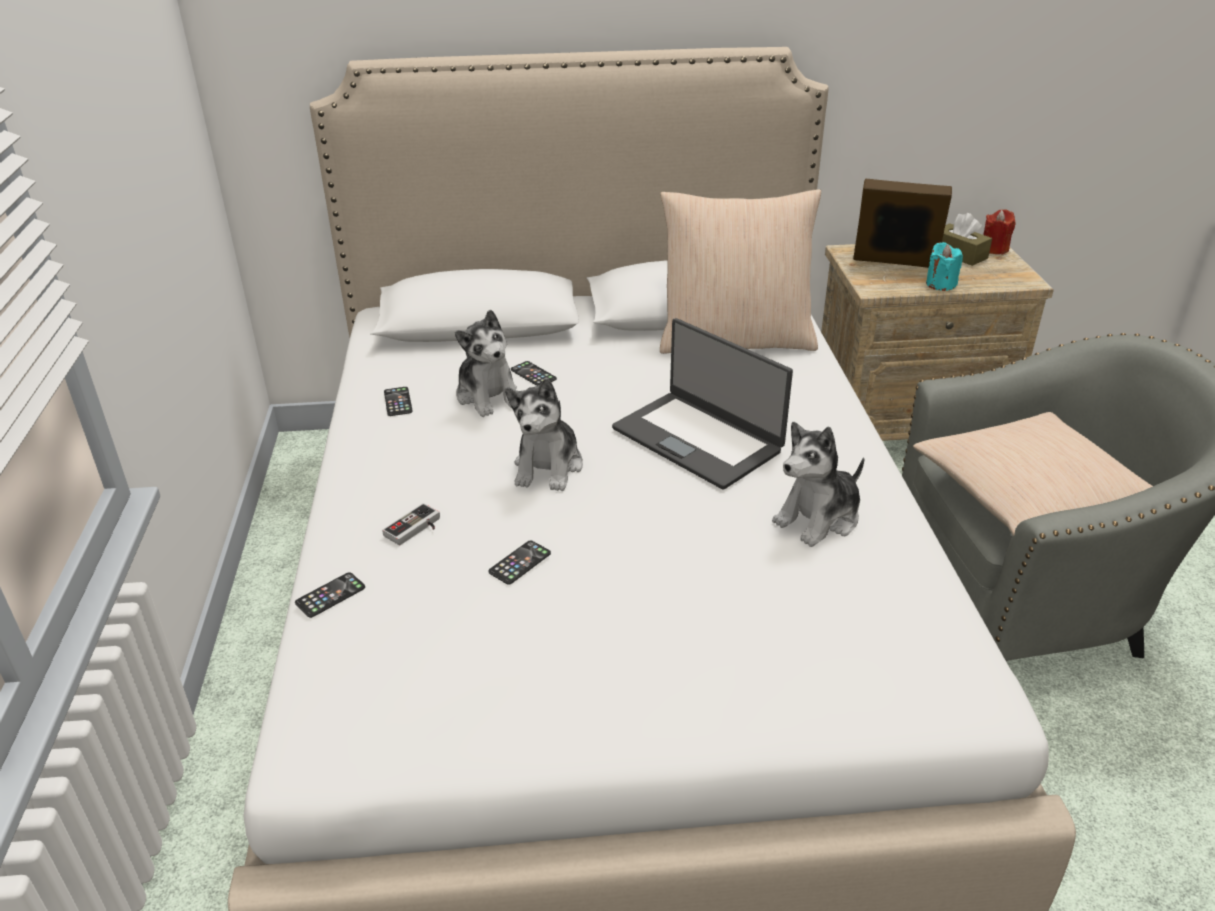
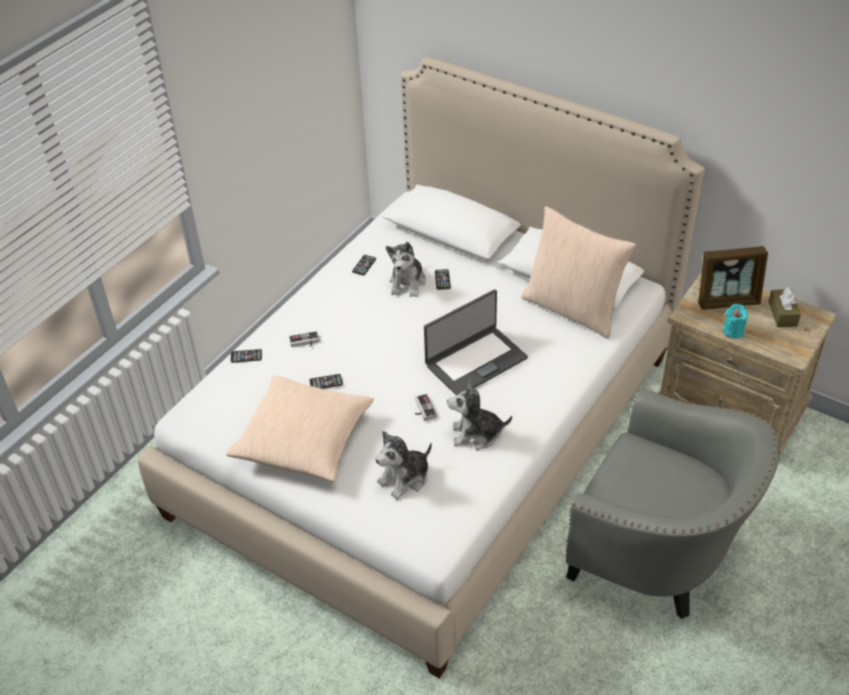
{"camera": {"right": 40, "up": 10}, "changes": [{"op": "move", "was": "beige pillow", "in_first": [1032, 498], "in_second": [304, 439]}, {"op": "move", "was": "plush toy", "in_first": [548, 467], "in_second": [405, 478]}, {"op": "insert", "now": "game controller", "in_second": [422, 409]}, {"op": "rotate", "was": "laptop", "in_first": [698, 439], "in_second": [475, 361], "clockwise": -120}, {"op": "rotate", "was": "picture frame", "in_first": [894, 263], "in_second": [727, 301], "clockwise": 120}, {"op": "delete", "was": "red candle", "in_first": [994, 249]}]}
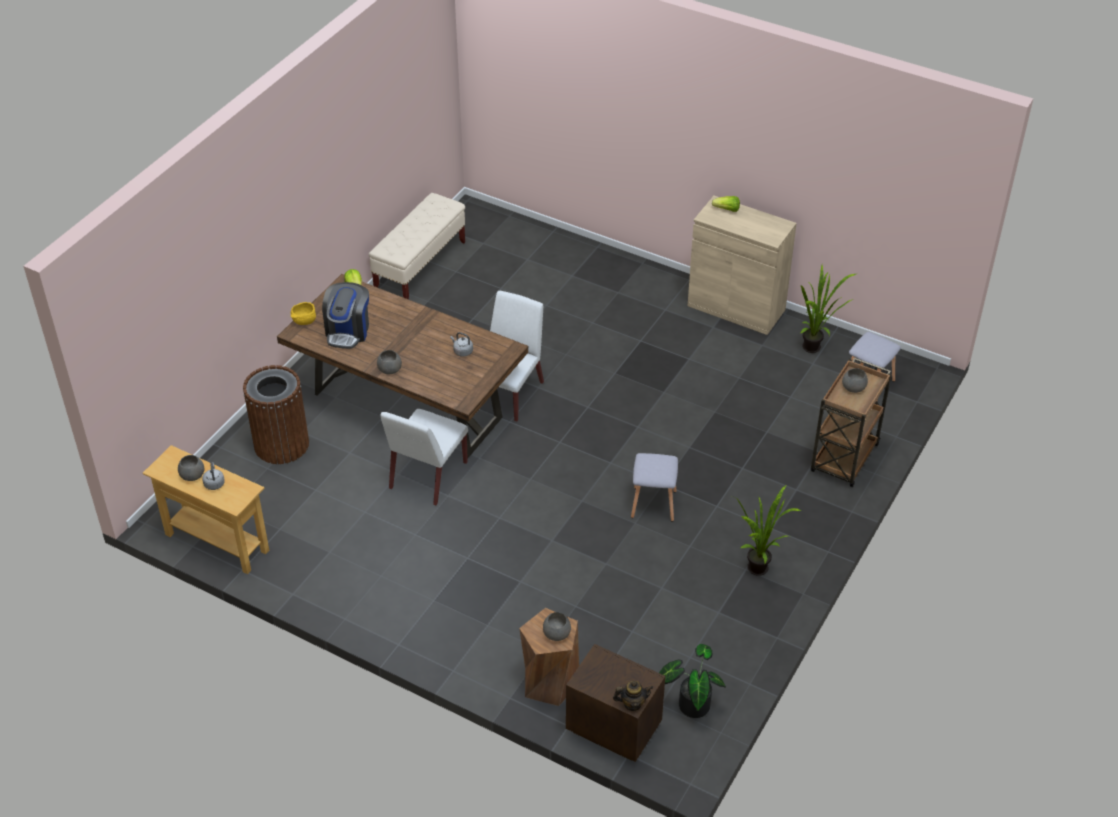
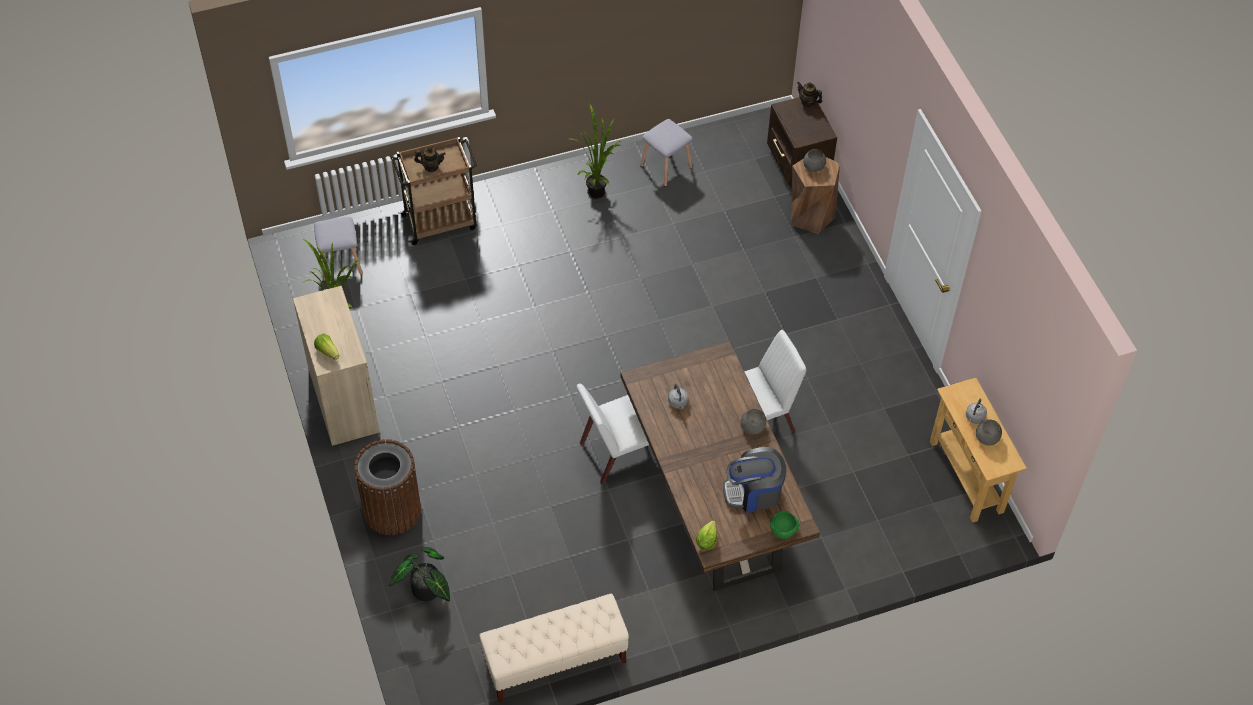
{"camera": {"right": -140, "up": 10}, "changes": [{"op": "move", "was": "brown trash can", "in_first": [281, 444], "in_second": [392, 510]}, {"op": "move", "was": "potted plant", "in_first": [691, 703], "in_second": [426, 592]}, {"op": "replace", "was": "grey bowl", "now": "teapot", "in_first": [854, 387], "in_second": [431, 166]}, {"op": "move", "was": "grey stool", "in_first": [652, 504], "in_second": [667, 167]}, {"op": "rotate", "was": "coffee machine", "in_first": [348, 331], "in_second": [754, 492], "clockwise": -150}, {"op": "recolor", "was": "yellow bowl", "now": "green bowl", "in_first": [304, 322], "in_second": [783, 531]}]}
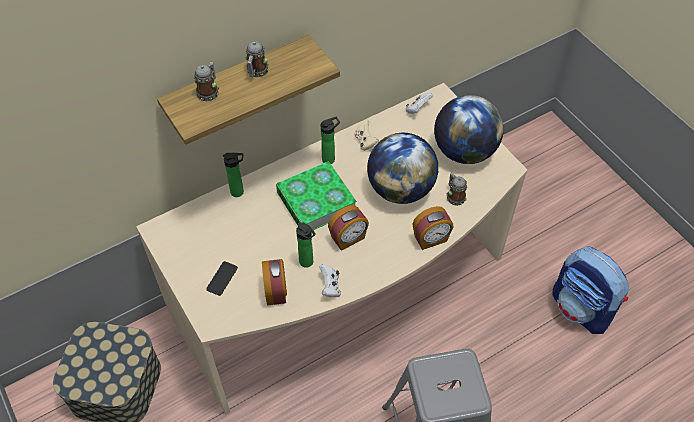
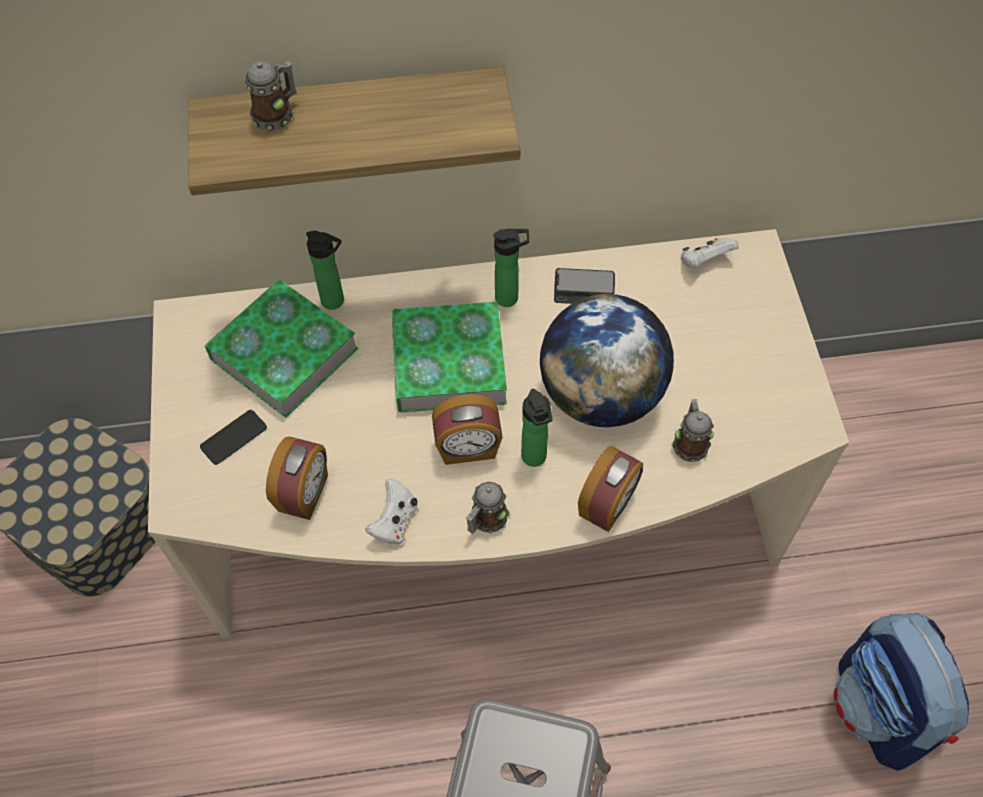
{"camera": {"right": 25, "up": 5}, "changes": [{"op": "insert", "now": "book", "in_second": [284, 354]}, {"op": "move", "was": "mug", "in_first": [256, 72], "in_second": [486, 520]}, {"op": "move", "was": "bottle", "in_first": [307, 263], "in_second": [535, 459]}, {"op": "replace", "was": "beige game controller", "now": "phone", "in_first": [365, 141], "in_second": [584, 288]}, {"op": "rotate", "was": "alarm clock", "in_first": [431, 239], "in_second": [607, 504], "clockwise": -60}, {"op": "delete", "was": "globe", "in_first": [464, 151]}]}
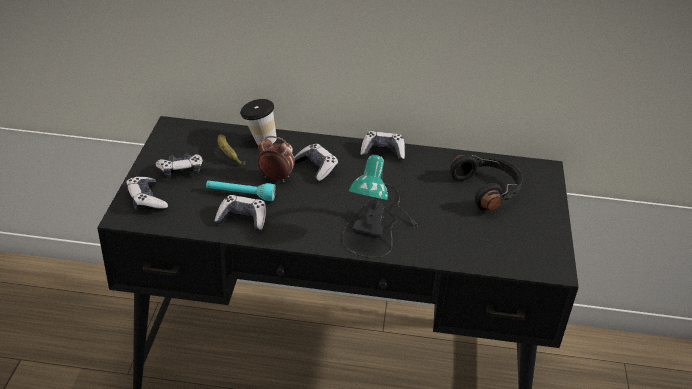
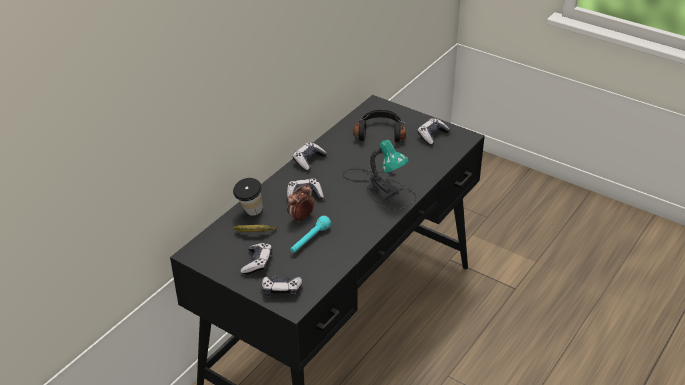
{"camera": {"right": -60, "up": 0}, "changes": [{"op": "move", "was": "game controller", "in_first": [242, 219], "in_second": [432, 135]}]}
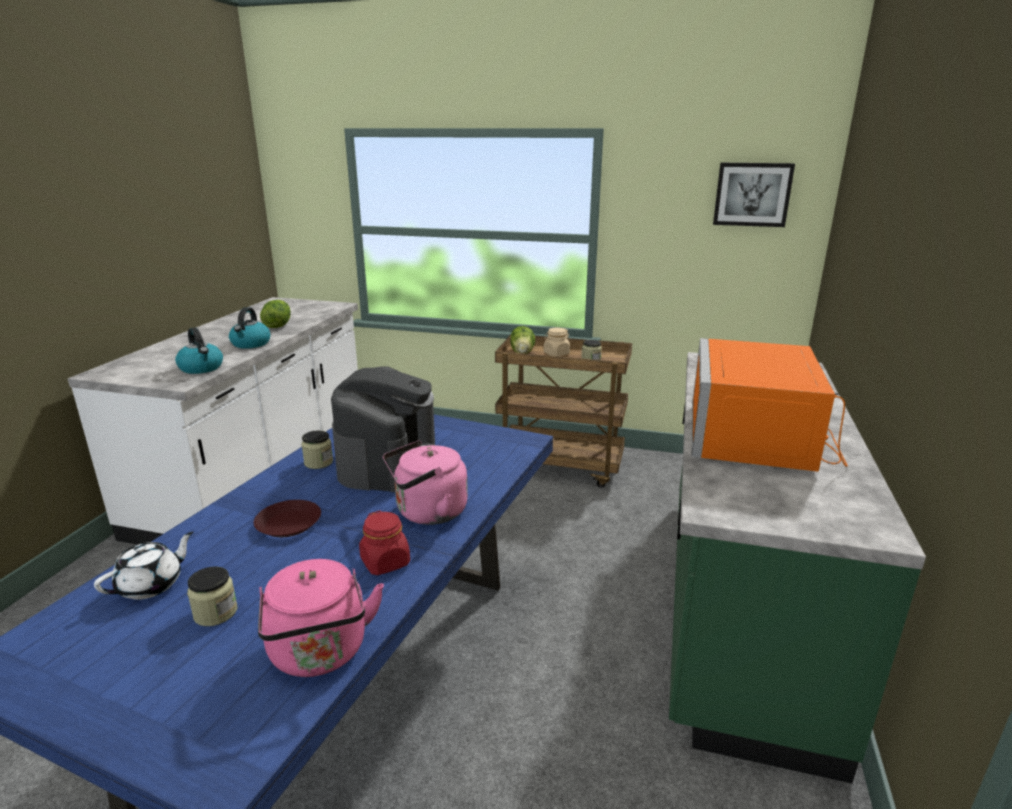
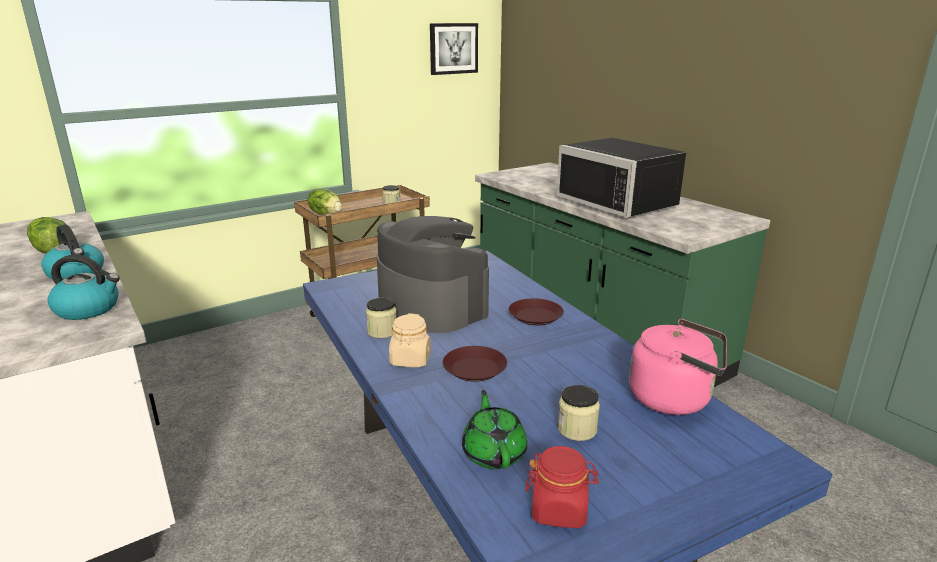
{"camera": {"right": -50, "up": 0}, "changes": [{"op": "move", "was": "beige jar", "in_first": [556, 354], "in_second": [410, 360]}, {"op": "recolor", "was": "white teapot", "now": "green teapot", "in_first": [152, 585], "in_second": [494, 453]}, {"op": "replace", "was": "pink kettle", "now": "brown plate", "in_first": [427, 513], "in_second": [535, 316]}, {"op": "move", "was": "red jar", "in_first": [385, 562], "in_second": [559, 510]}, {"op": "recolor", "was": "orange microwave", "now": "black microwave", "in_first": [760, 439], "in_second": [622, 202]}]}
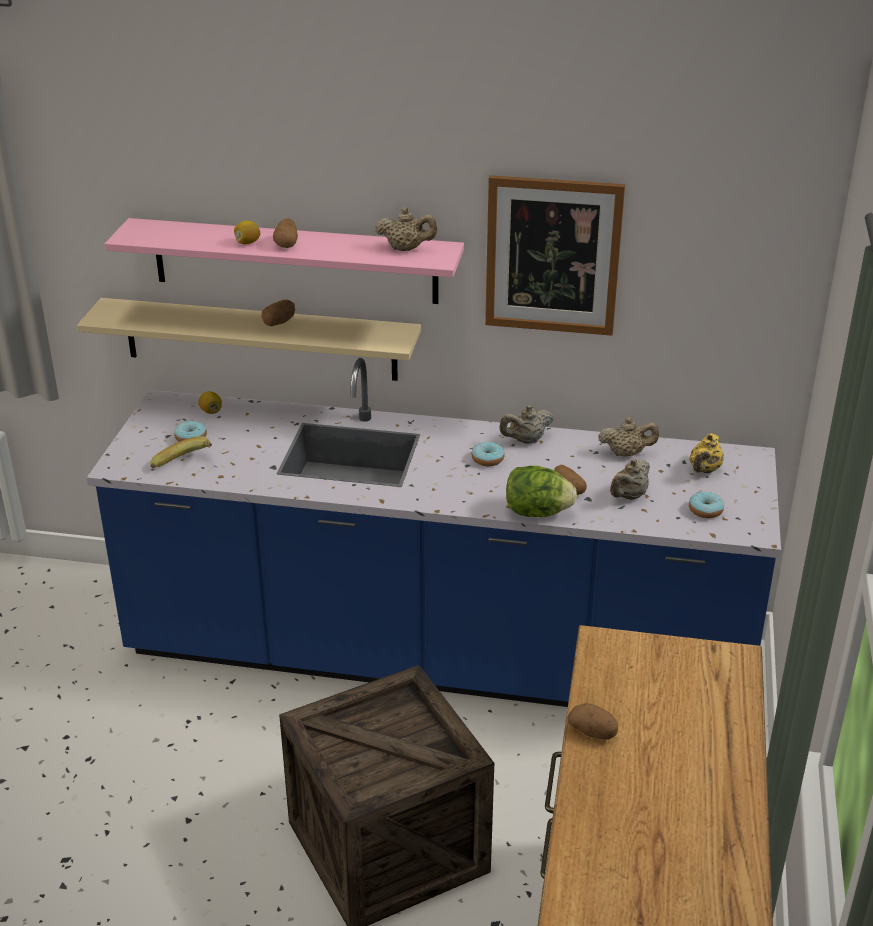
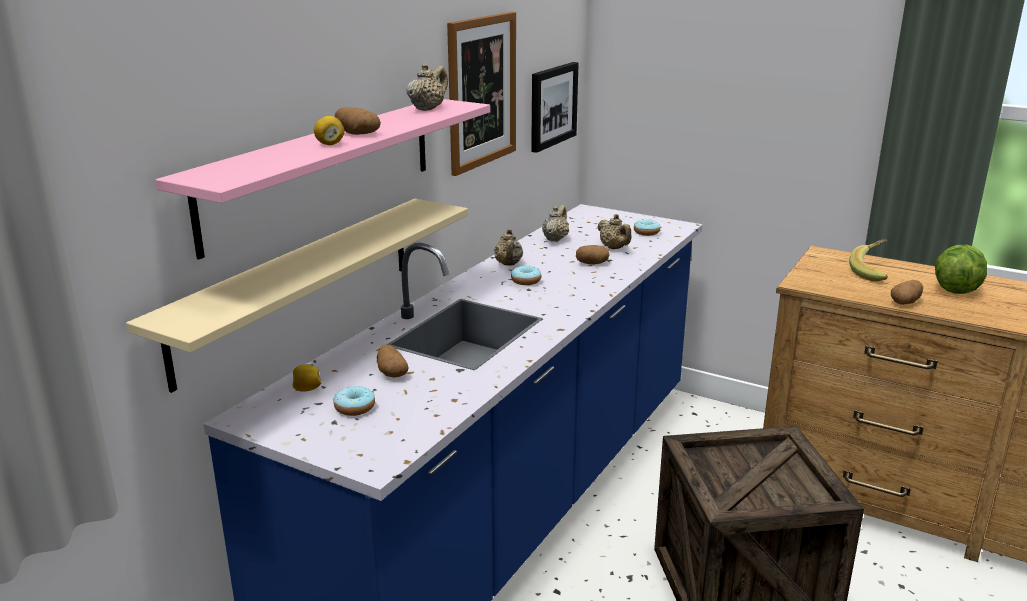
{"camera": {"right": -70, "up": -10}, "changes": [{"op": "move", "was": "potato", "in_first": [279, 323], "in_second": [391, 373]}, {"op": "insert", "now": "picture", "in_second": [552, 105]}, {"op": "move", "was": "banana", "in_first": [186, 466], "in_second": [874, 272]}, {"op": "move", "was": "lettuce", "in_first": [537, 512], "in_second": [956, 289]}, {"op": "delete", "was": "yellow teapot", "in_first": [704, 470]}]}
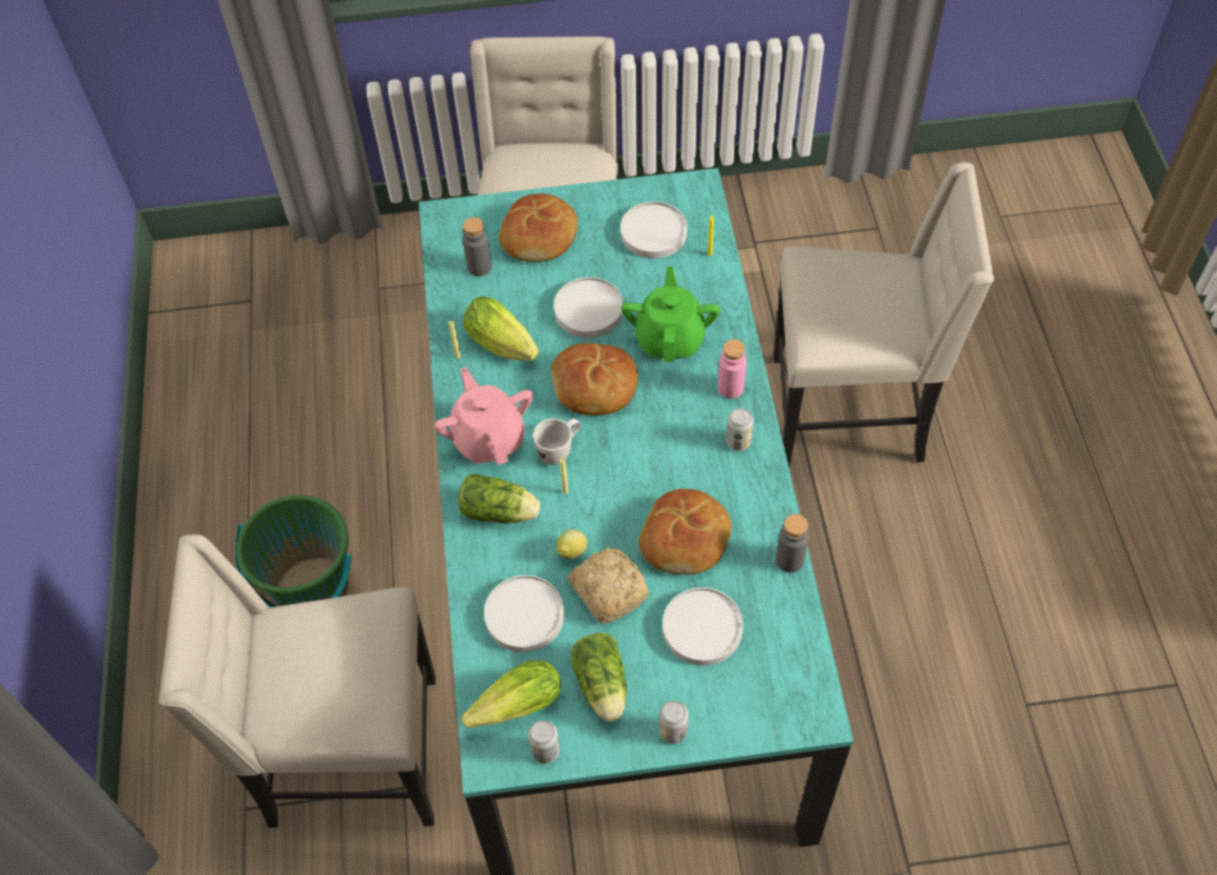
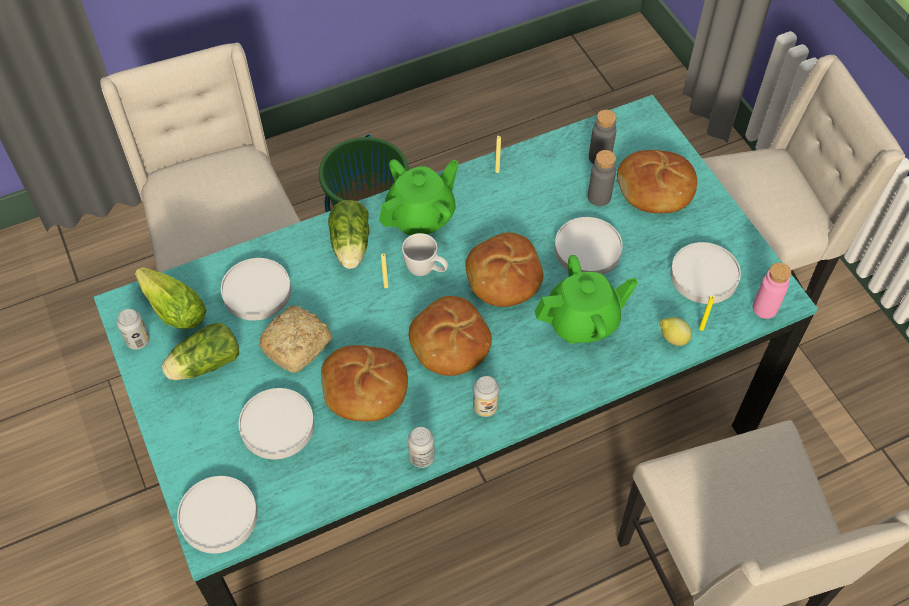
{"camera": {"right": 70, "up": 0}, "changes": [{"op": "insert", "now": "white plate", "in_second": [219, 516]}, {"op": "recolor", "was": "pink teapot", "now": "green teapot", "in_first": [489, 438], "in_second": [421, 217]}, {"op": "insert", "now": "bread", "in_second": [449, 344]}, {"op": "move", "was": "can", "in_first": [673, 731], "in_second": [421, 457]}, {"op": "move", "was": "grey bottle", "in_first": [789, 560], "in_second": [599, 197]}, {"op": "move", "was": "lemon", "in_first": [571, 553], "in_second": [672, 338]}, {"op": "move", "was": "pink bottle", "in_first": [730, 388], "in_second": [764, 308]}, {"op": "delete", "was": "lettuce", "in_first": [504, 345]}]}
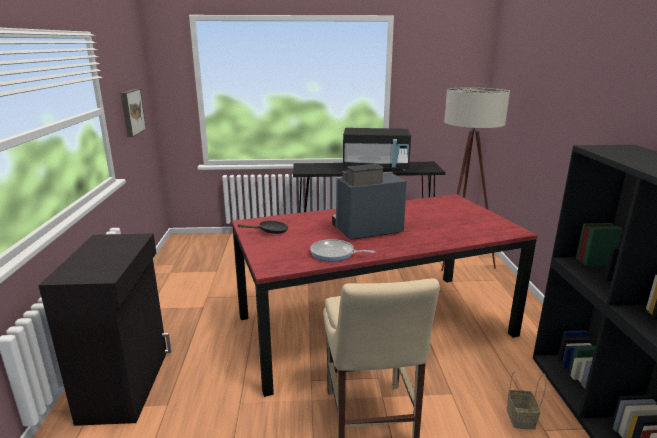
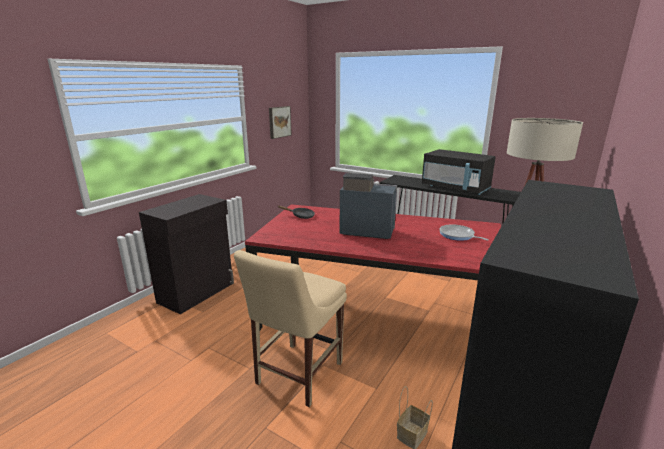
{"camera": {"right": 35, "up": 0}, "changes": [{"op": "move", "was": "frying pan", "in_first": [334, 254], "in_second": [458, 235]}]}
